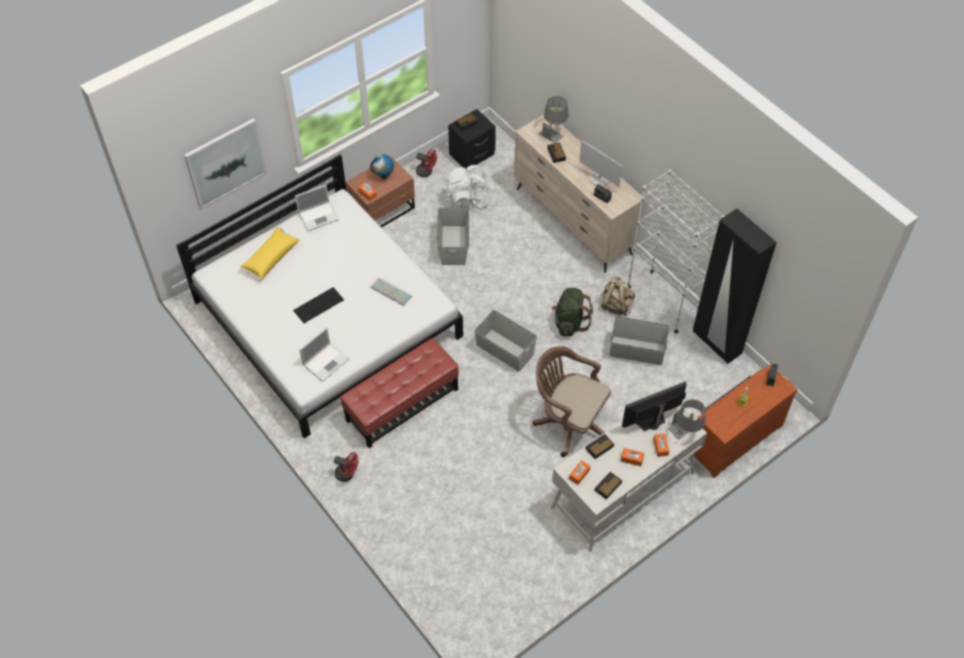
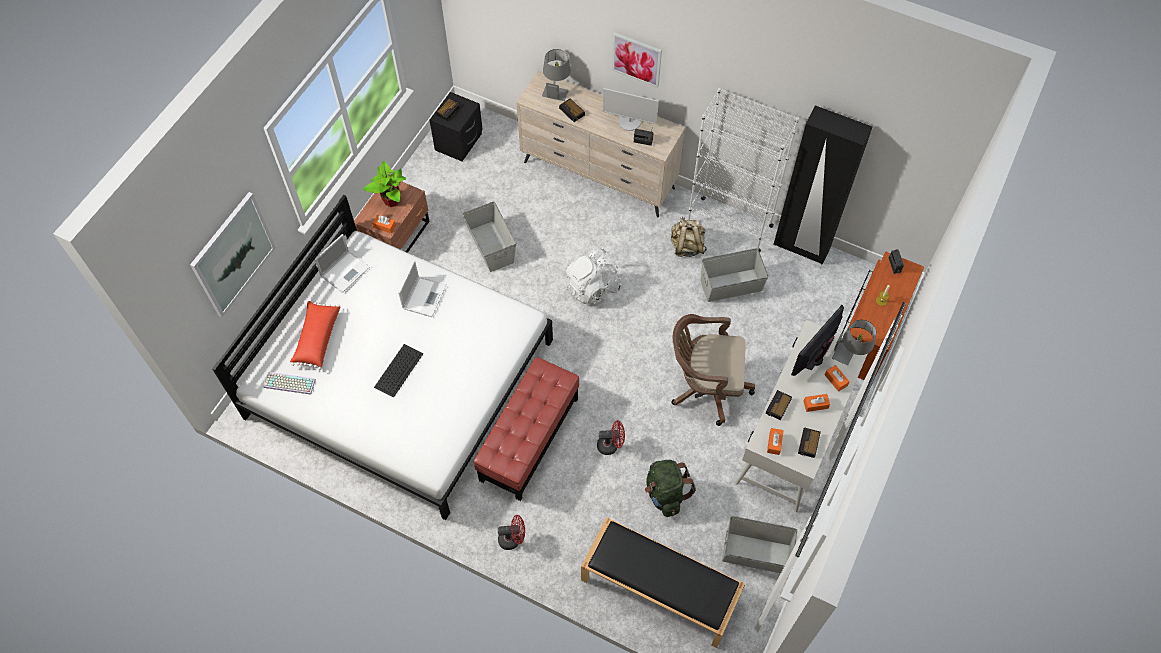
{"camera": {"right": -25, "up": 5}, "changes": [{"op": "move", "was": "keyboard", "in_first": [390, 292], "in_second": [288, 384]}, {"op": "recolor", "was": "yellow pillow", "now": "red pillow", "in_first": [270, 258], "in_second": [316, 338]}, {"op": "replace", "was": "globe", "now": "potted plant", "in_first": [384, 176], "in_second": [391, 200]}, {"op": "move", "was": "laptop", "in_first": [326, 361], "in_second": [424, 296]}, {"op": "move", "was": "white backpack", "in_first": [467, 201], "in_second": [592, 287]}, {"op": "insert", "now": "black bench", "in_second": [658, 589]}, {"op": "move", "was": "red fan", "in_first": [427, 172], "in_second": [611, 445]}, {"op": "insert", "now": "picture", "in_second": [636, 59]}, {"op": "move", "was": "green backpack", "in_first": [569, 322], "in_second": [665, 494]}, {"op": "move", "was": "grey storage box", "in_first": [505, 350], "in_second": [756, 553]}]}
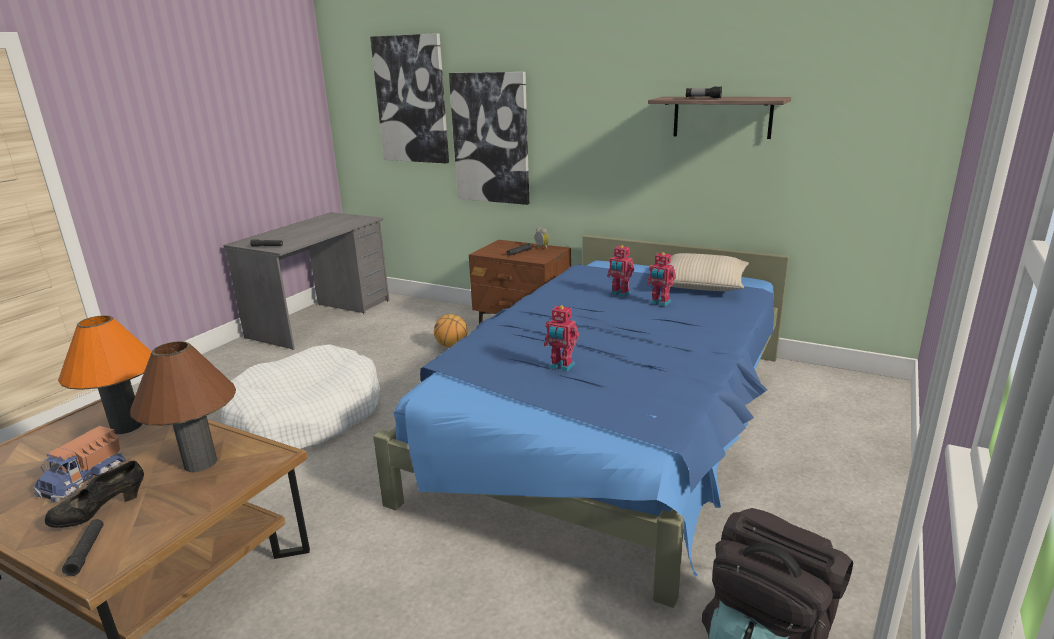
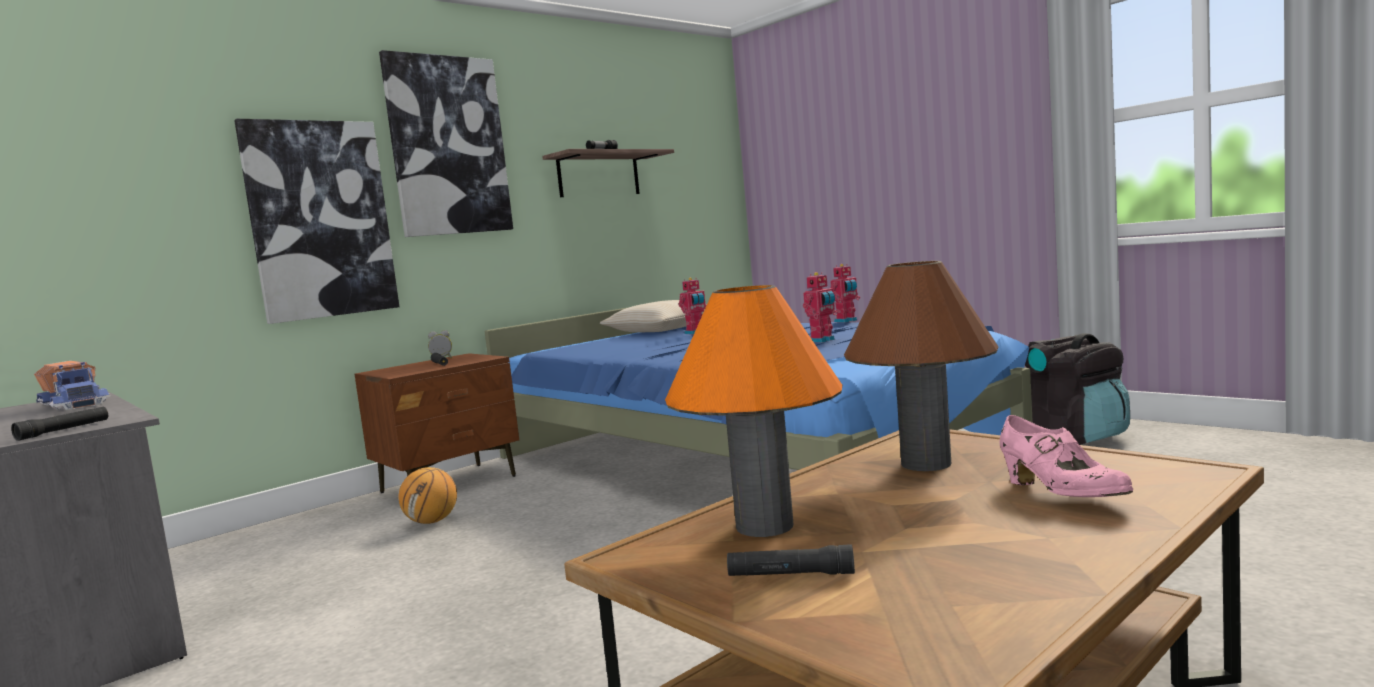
{"camera": {"right": -70, "up": -15}, "changes": [{"op": "move", "was": "toy truck", "in_first": [84, 478], "in_second": [76, 404]}, {"op": "move", "was": "picture", "in_first": [411, 100], "in_second": [448, 146]}, {"op": "move", "was": "black flashlight", "in_first": [86, 551], "in_second": [790, 575]}, {"op": "move", "was": "toy robot", "in_first": [620, 294], "in_second": [846, 321]}, {"op": "recolor", "was": "black shoe", "now": "pink shoe", "in_first": [101, 512], "in_second": [1061, 495]}, {"op": "delete", "was": "white dog bed", "in_first": [306, 417]}]}
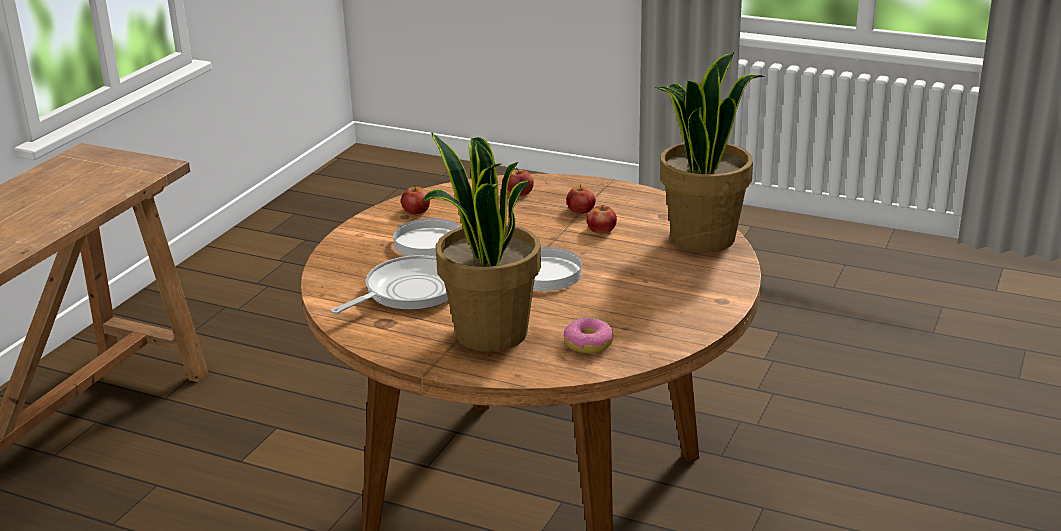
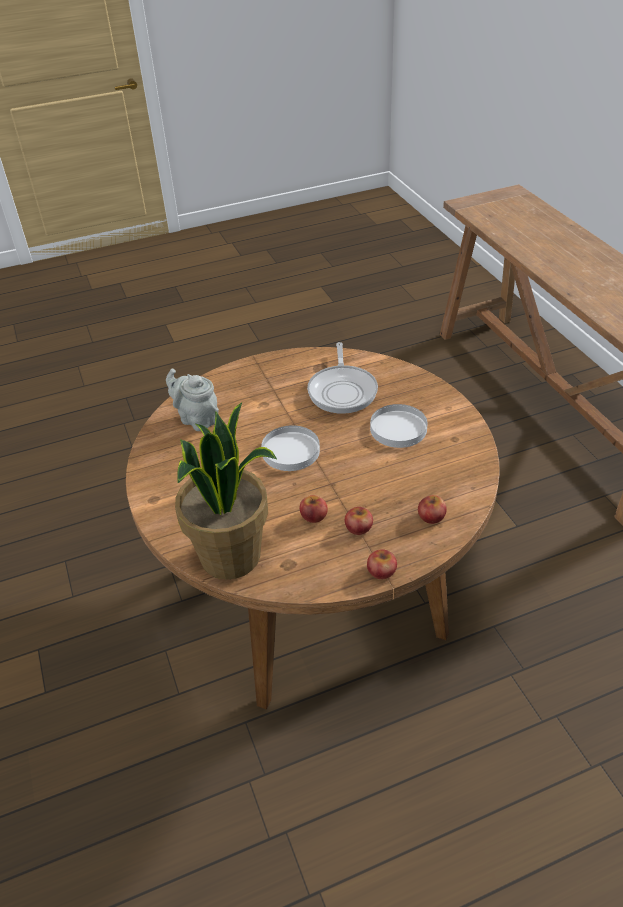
{"camera": {"right": 135, "up": 15}, "changes": [{"op": "replace", "was": "donut", "now": "grey teapot", "in_first": [588, 344], "in_second": [197, 419]}, {"op": "move", "was": "apple", "in_first": [416, 210], "in_second": [381, 571]}, {"op": "delete", "was": "potted plant", "in_first": [489, 334]}]}
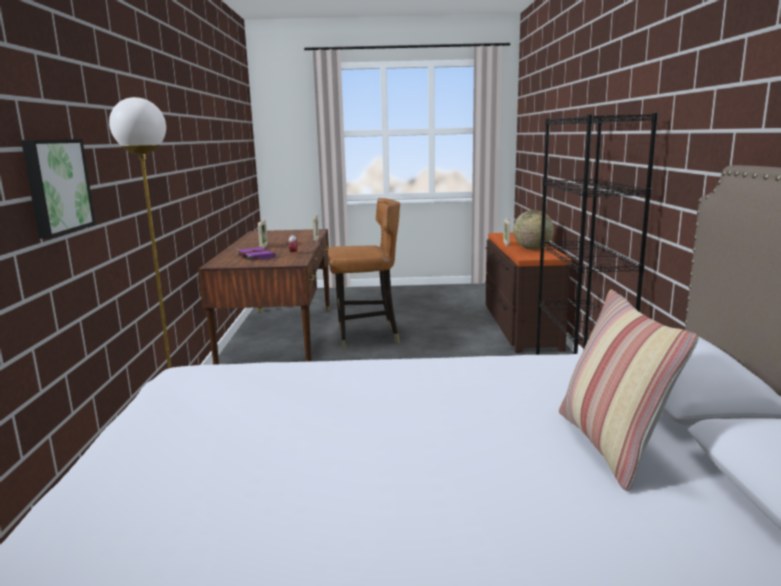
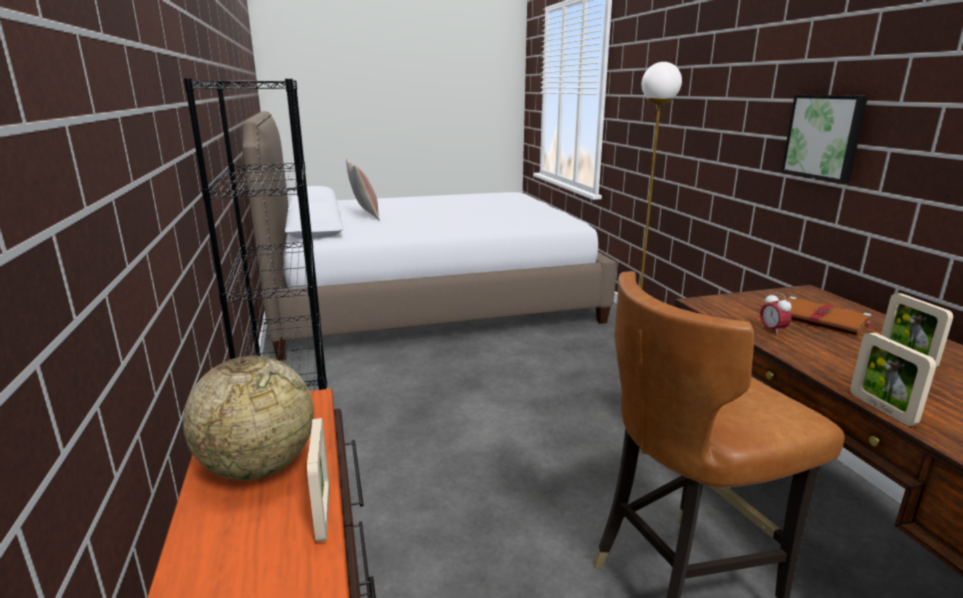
{"camera": {"right": 165, "up": 5}, "changes": [{"op": "move", "was": "picture", "in_first": [56, 186], "in_second": [825, 136]}, {"op": "recolor", "was": "purple book", "now": "brown book", "in_first": [255, 256], "in_second": [822, 320]}]}
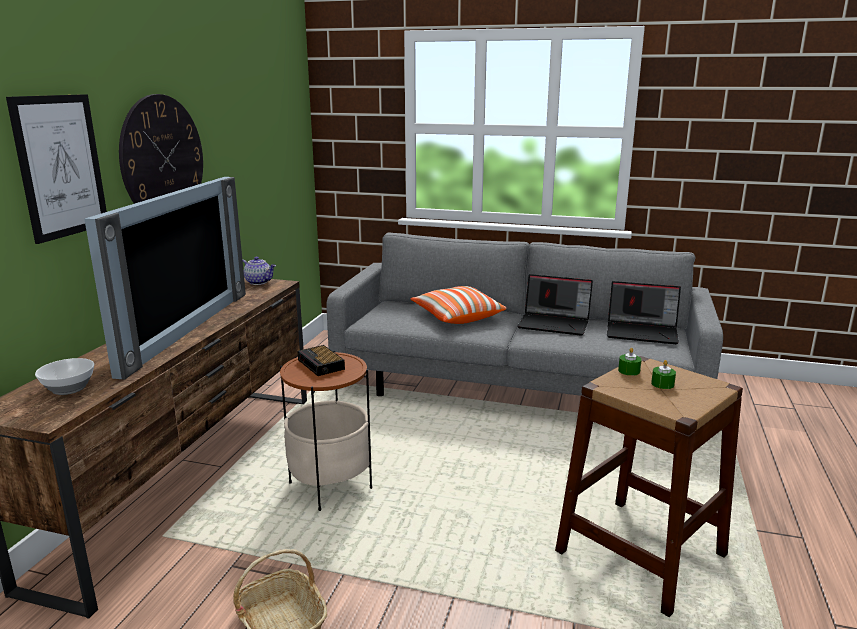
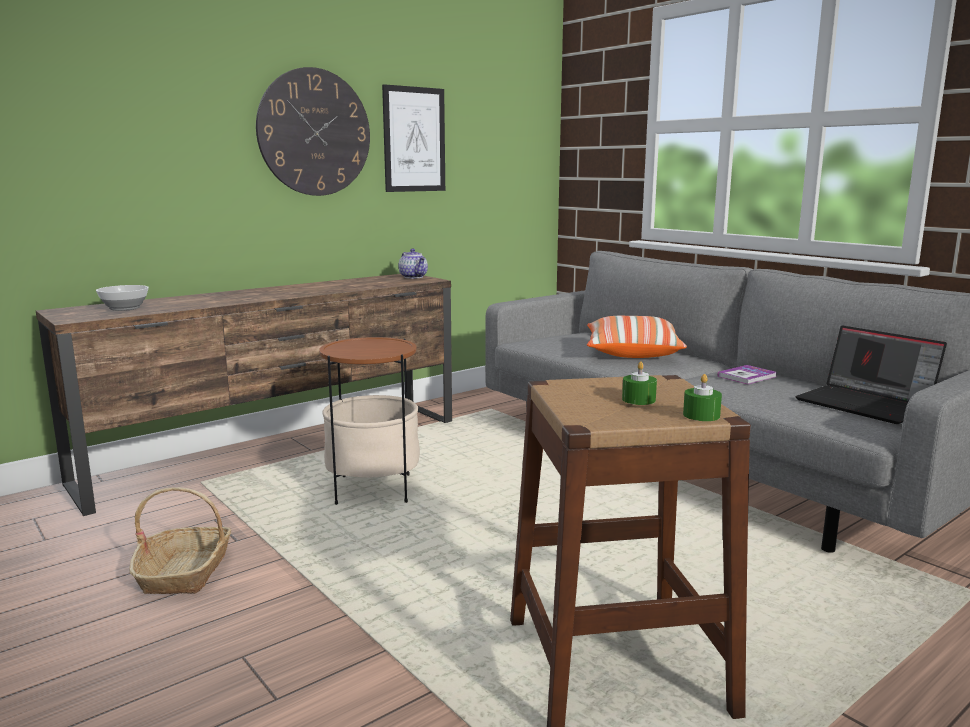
{"camera": {"right": 35, "up": -5}, "changes": [{"op": "move", "was": "picture", "in_first": [60, 166], "in_second": [414, 139]}, {"op": "move", "was": "green candle", "in_first": [629, 371], "in_second": [701, 415]}, {"op": "replace", "was": "laptop", "now": "book", "in_first": [555, 323], "in_second": [747, 376]}, {"op": "delete", "was": "television", "in_first": [181, 329]}, {"op": "delete", "was": "alarm clock", "in_first": [321, 365]}]}
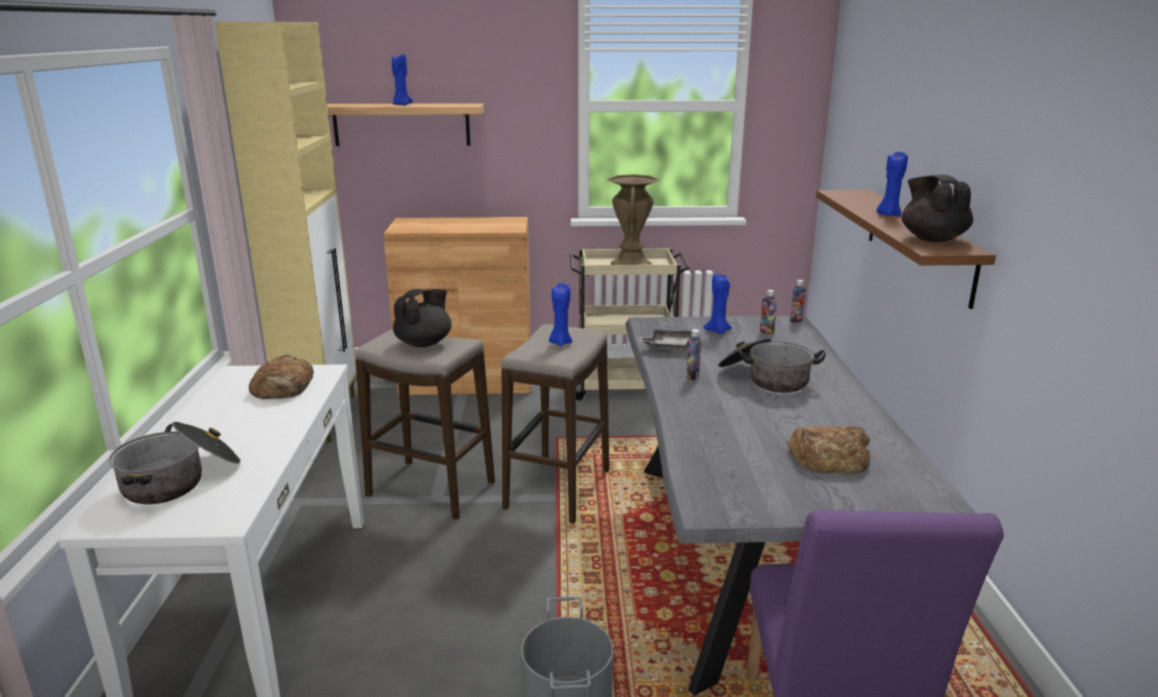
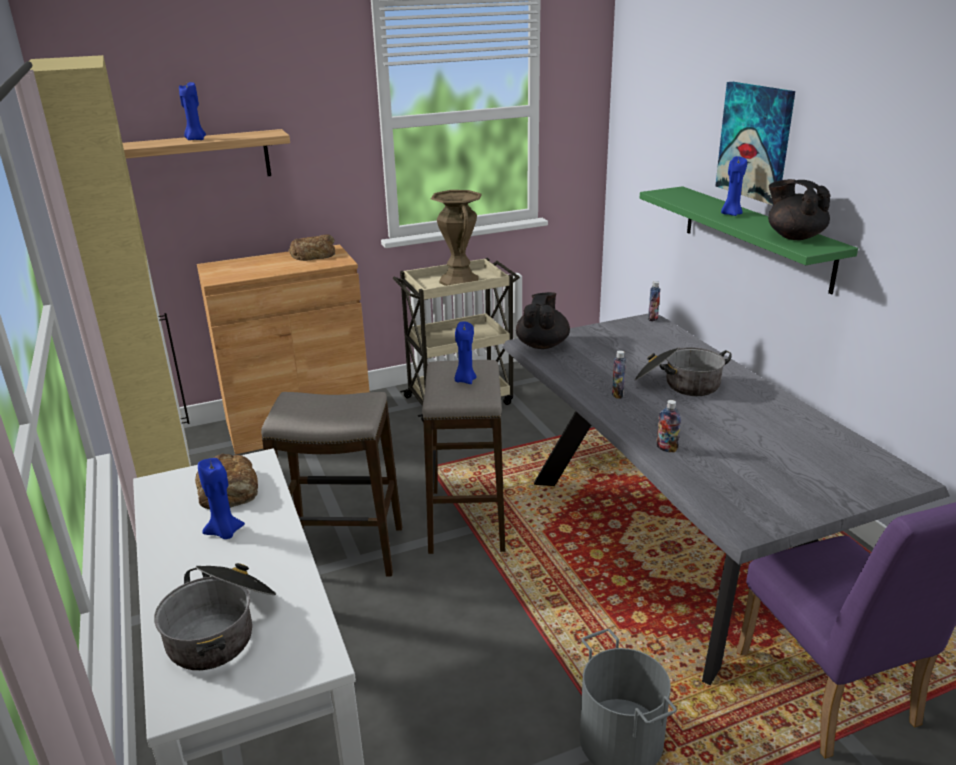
{"camera": {"right": -20, "up": 5}, "changes": [{"op": "move", "was": "blue candle", "in_first": [718, 331], "in_second": [225, 533]}, {"op": "move", "was": "bread", "in_first": [829, 457], "in_second": [313, 254]}, {"op": "move", "was": "black teapot", "in_first": [424, 343], "in_second": [542, 344]}, {"op": "recolor", "was": "brown shelf", "now": "green shelf", "in_first": [918, 243], "in_second": [755, 236]}, {"op": "move", "was": "bottle", "in_first": [766, 332], "in_second": [666, 448]}, {"op": "insert", "now": "picture", "in_second": [755, 141]}, {"op": "delete", "was": "grey tray", "in_first": [669, 346]}]}
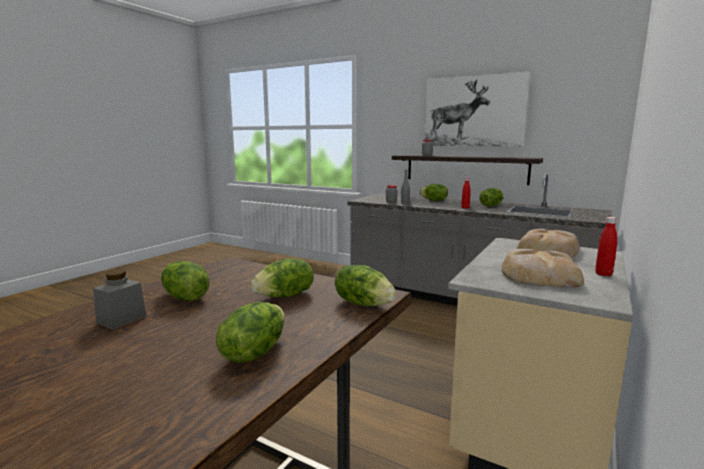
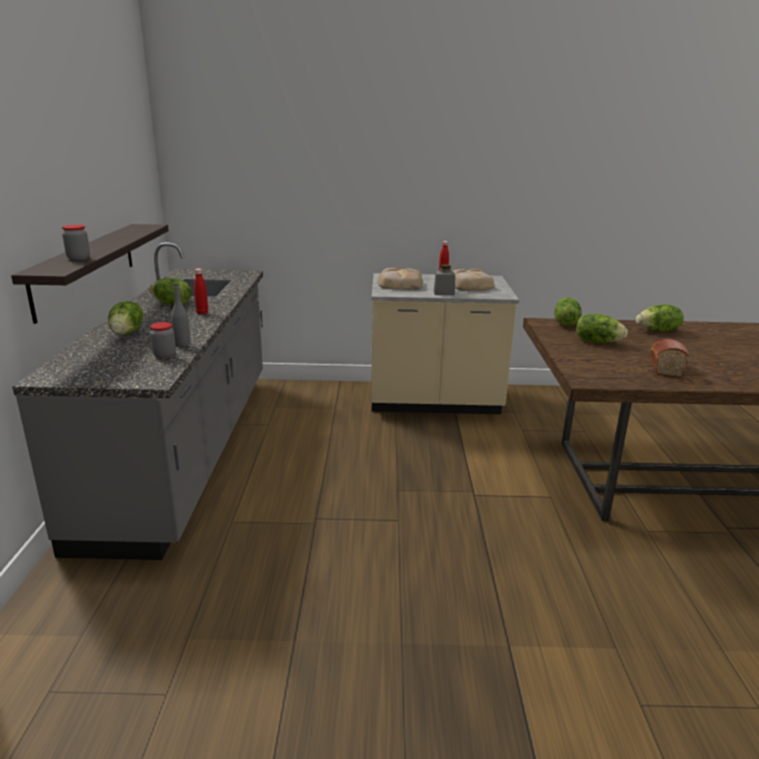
{"camera": {"right": -120, "up": 10}, "changes": [{"op": "move", "was": "grey jar", "in_first": [121, 319], "in_second": [444, 293]}, {"op": "replace", "was": "lettuce", "now": "bread", "in_first": [184, 298], "in_second": [664, 366]}, {"op": "delete", "was": "picture", "in_first": [473, 111]}]}
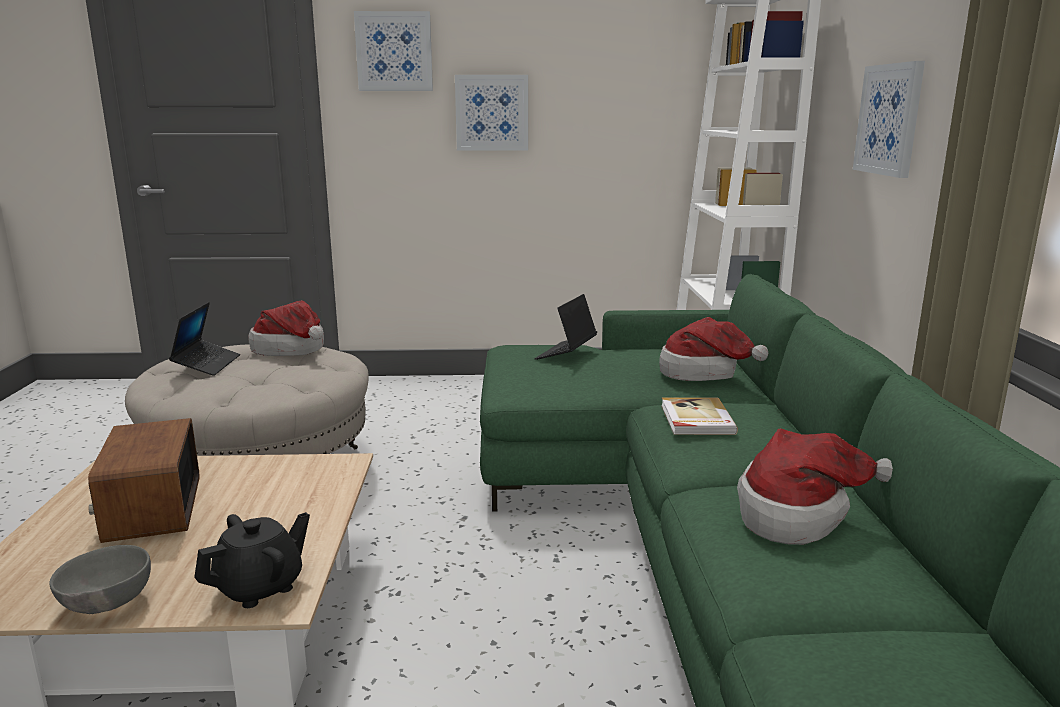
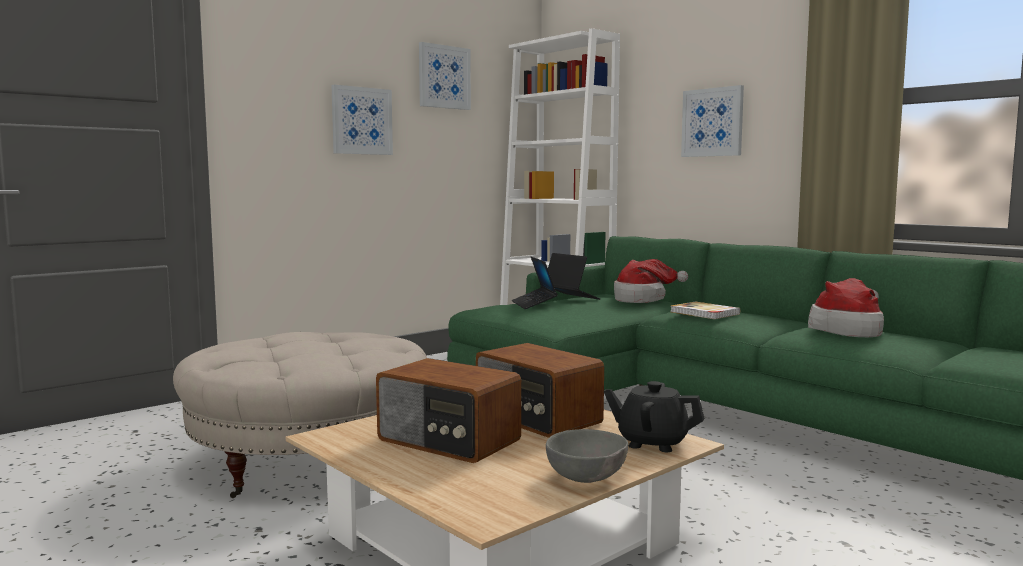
{"camera": {"right": -40, "up": -10}, "changes": [{"op": "move", "was": "picture", "in_first": [394, 51], "in_second": [444, 77]}, {"op": "insert", "now": "radio", "in_second": [537, 418]}, {"op": "move", "was": "laptop", "in_first": [207, 364], "in_second": [571, 298]}, {"op": "rotate", "was": "black teapot", "in_first": [260, 587], "in_second": [652, 443], "clockwise": -75}, {"op": "delete", "was": "hat", "in_first": [292, 349]}]}
